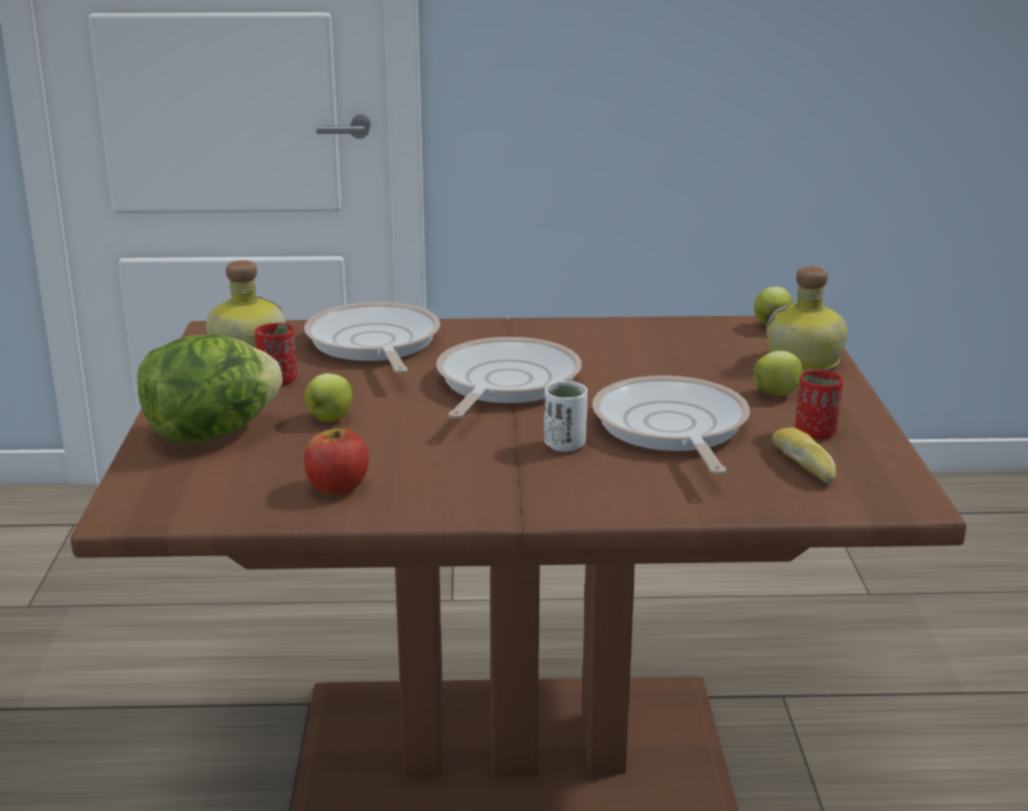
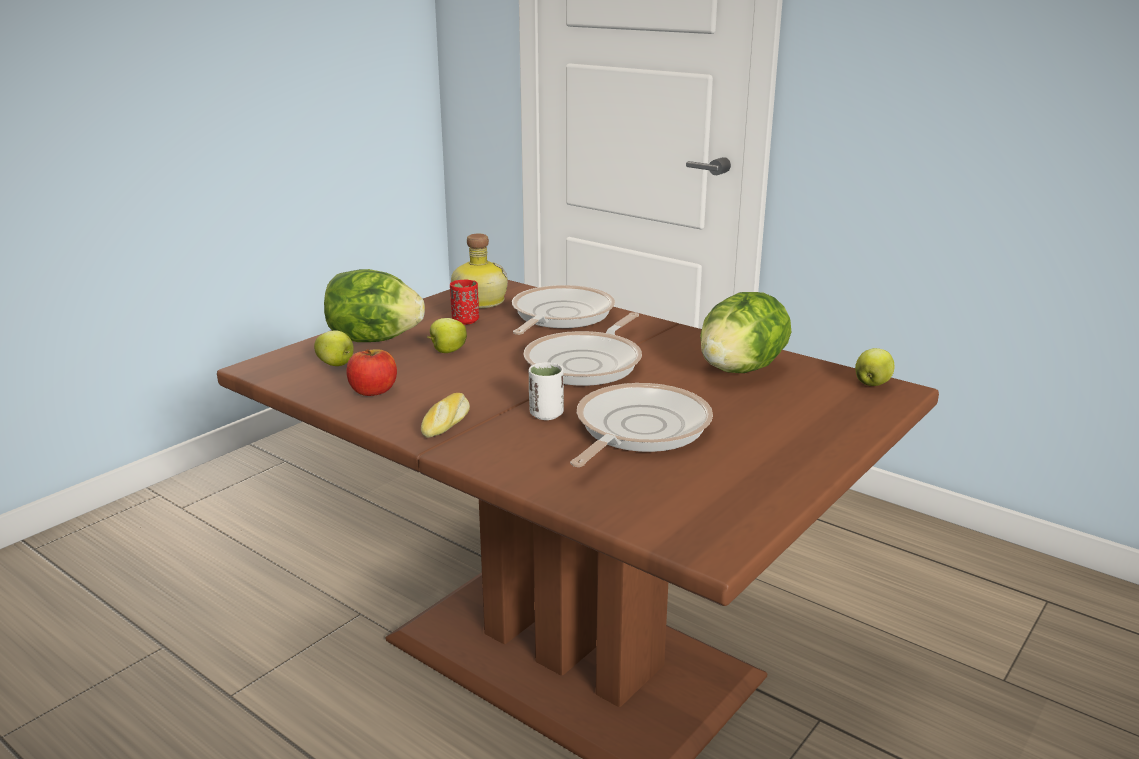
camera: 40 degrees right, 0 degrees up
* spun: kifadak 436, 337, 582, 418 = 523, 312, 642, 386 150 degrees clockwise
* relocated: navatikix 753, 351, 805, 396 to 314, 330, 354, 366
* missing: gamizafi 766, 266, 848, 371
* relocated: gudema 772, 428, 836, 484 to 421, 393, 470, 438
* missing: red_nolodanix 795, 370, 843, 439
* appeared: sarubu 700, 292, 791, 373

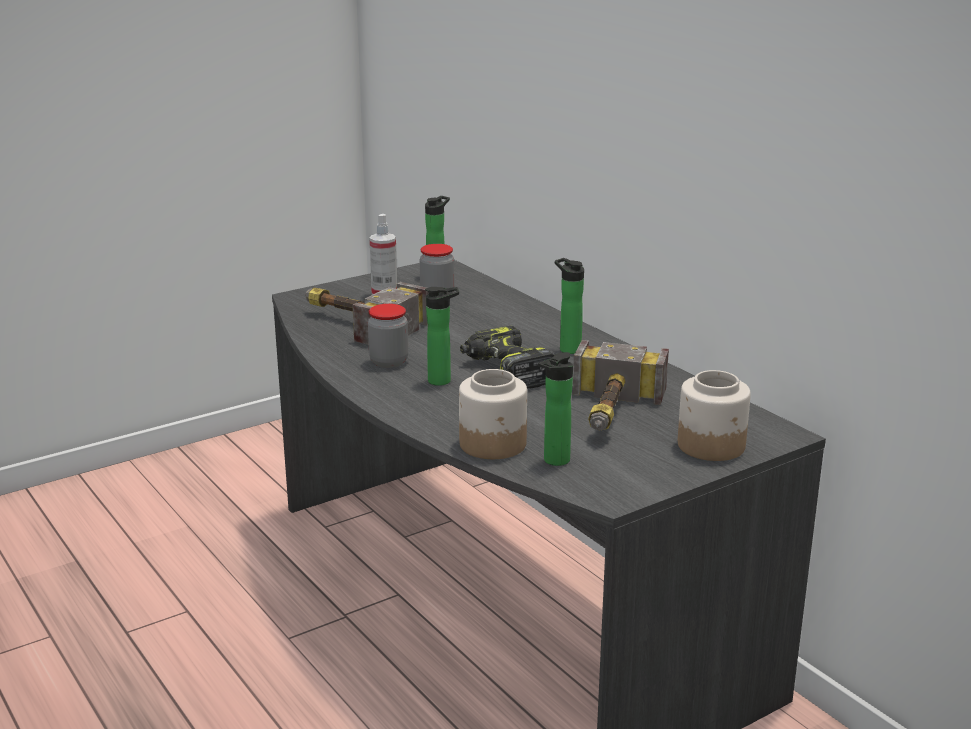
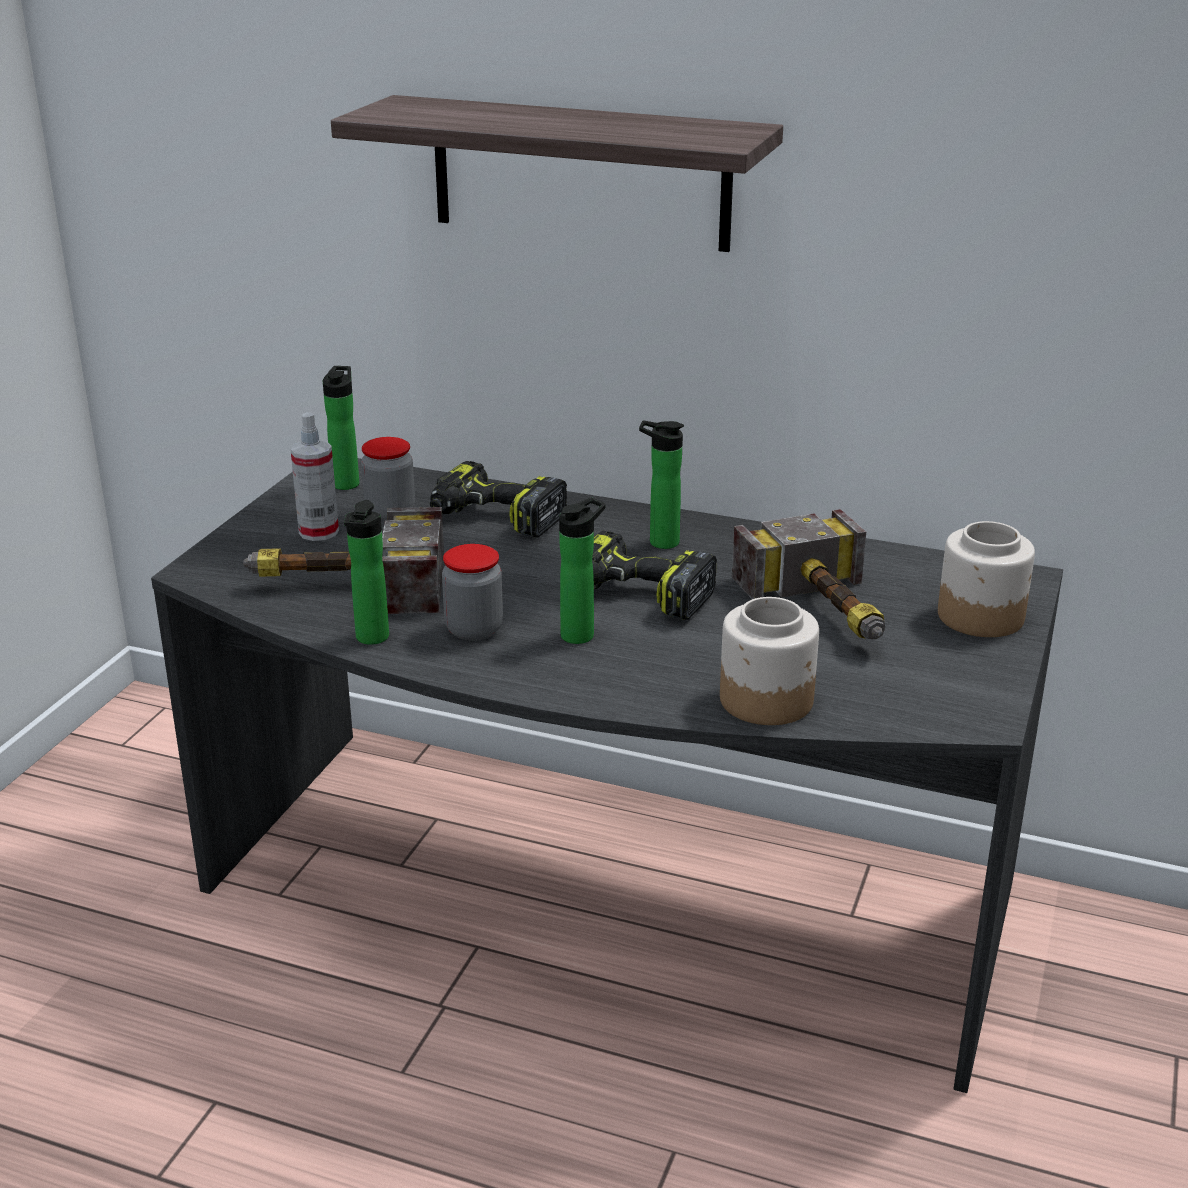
camera: 35 degrees left, 5 degrees up
* relocated: gamizafi 538, 352, 573, 466 to 344, 500, 389, 645
* appeared: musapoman 331, 95, 783, 252
* appeared: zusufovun 430, 461, 567, 538

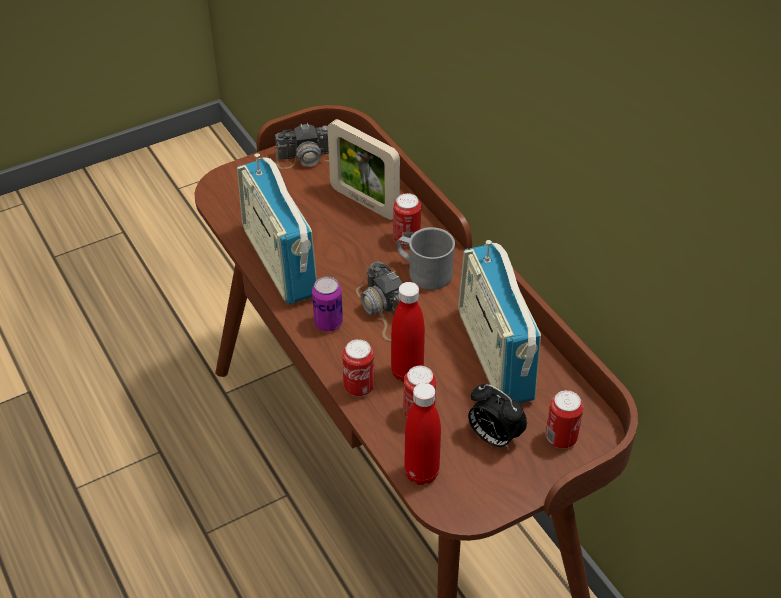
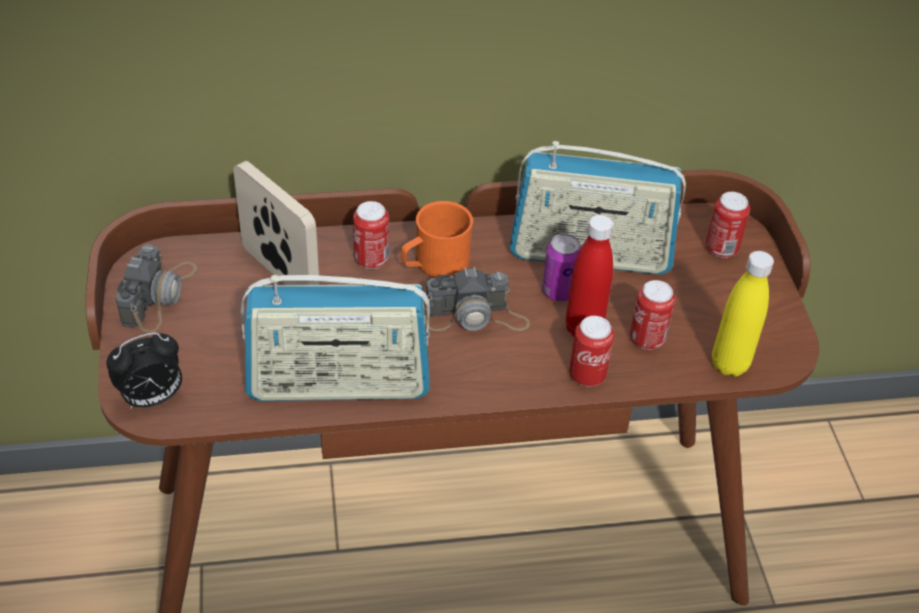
camera: 70 degrees left, 0 degrees up
* relocated: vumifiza 312, 276, 343, 332 to 542, 233, 581, 301
* spun: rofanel 327, 119, 400, 220 = 233, 161, 319, 285 105 degrees counterclockwise
* colour: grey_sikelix 397, 227, 455, 290 to orange_sikelix 401, 201, 473, 278
* colour: red_gamizafi 404, 383, 441, 485 to yellow_gamizafi 712, 251, 774, 377
* relocated: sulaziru 468, 384, 527, 450 to 106, 332, 182, 409

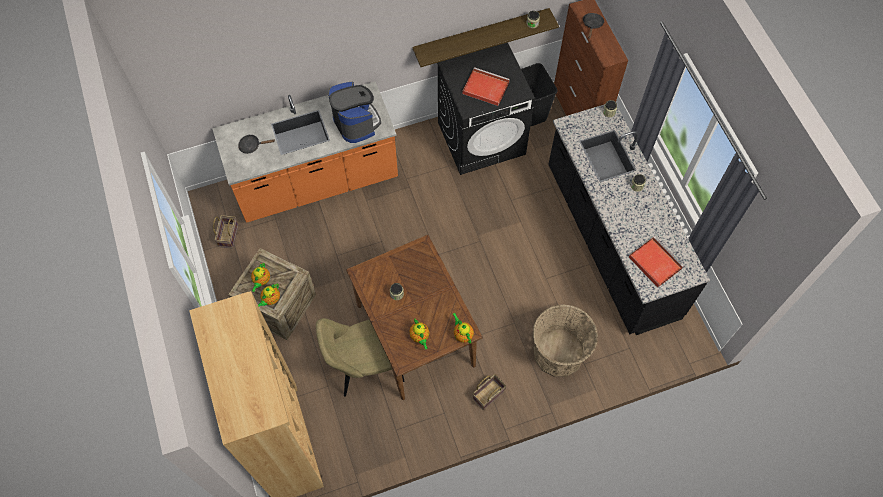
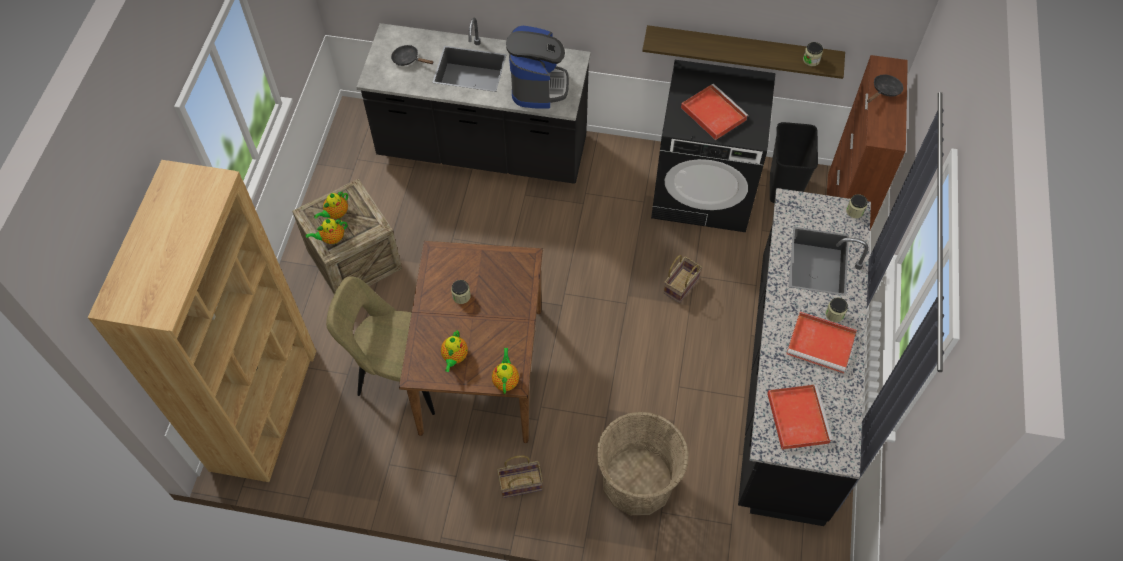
camera: 30 degrees right, 5 degrees down
* colour: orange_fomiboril 212, 81, 398, 223 to black_fomiboril 356, 18, 591, 184
* relocated: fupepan 213, 215, 239, 249 to 663, 255, 702, 303
* appeared: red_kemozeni 786, 312, 857, 373

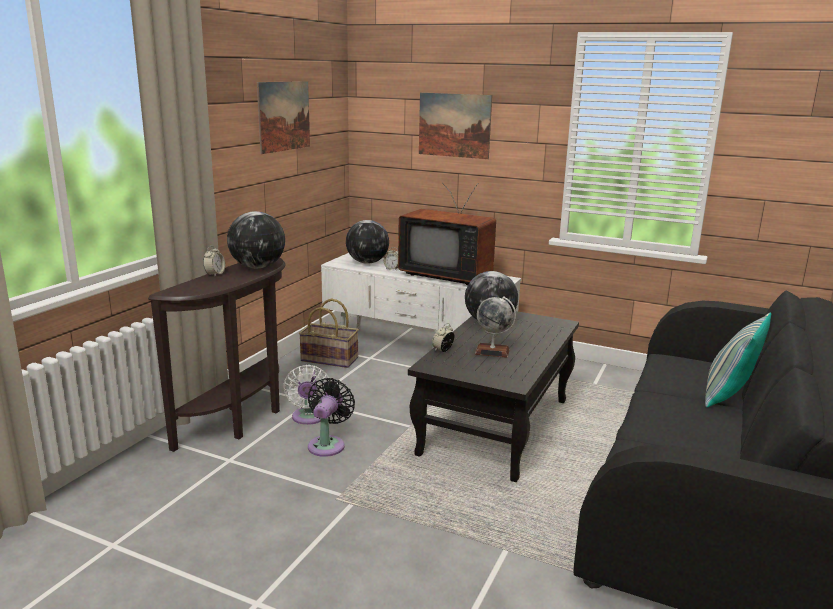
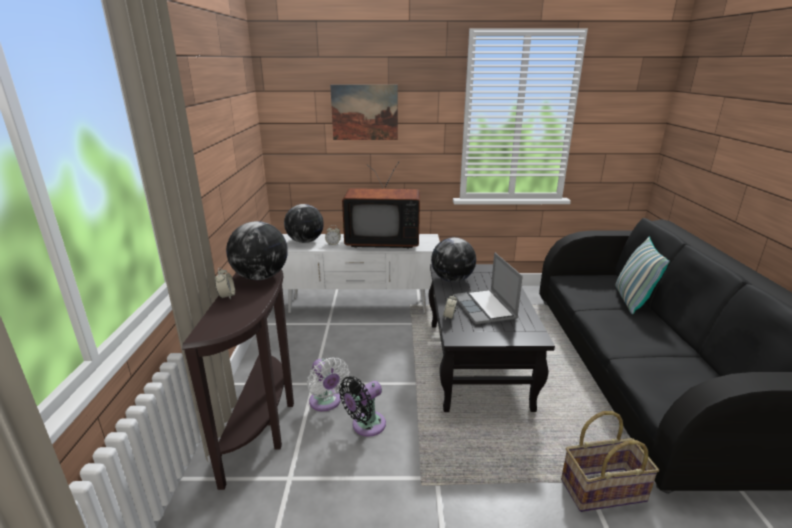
camera: 25 degrees left, 5 degrees up
* missing: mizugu 257, 81, 310, 154
* relocated: fupepan 299, 298, 359, 368 to 561, 411, 659, 512
* spun: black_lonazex 308, 378, 355, 457 = 339, 376, 386, 437 120 degrees counterclockwise
* exchanged: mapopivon 475, 296, 516, 358 to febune 454, 252, 523, 324

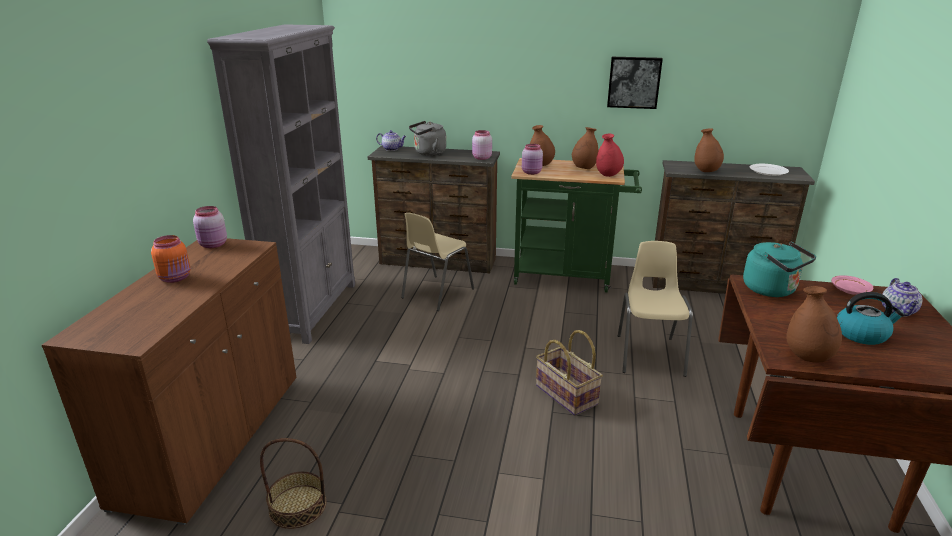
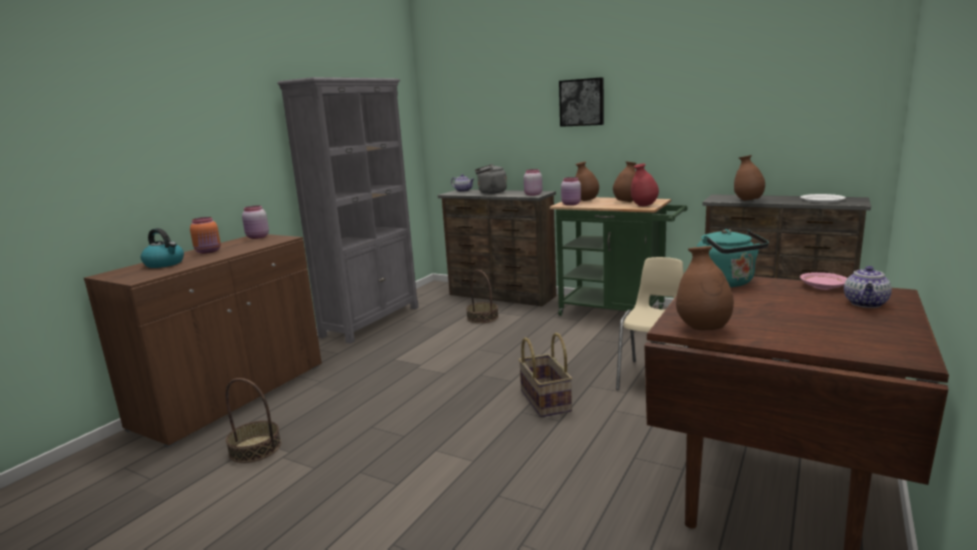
camera: 20 degrees right, 10 degrees down
* exchanged: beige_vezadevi 401, 212, 474, 311 to fupepan 466, 270, 499, 323
* relocated: mizugu 607, 57, 663, 109 to 559, 77, 604, 127
* relocated: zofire 837, 292, 905, 345 to 141, 228, 184, 268

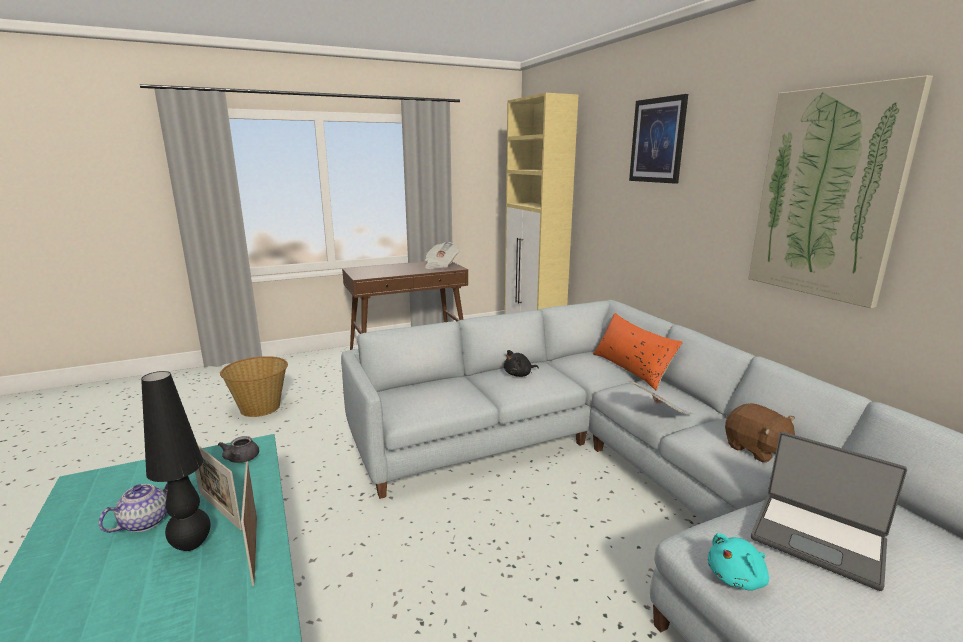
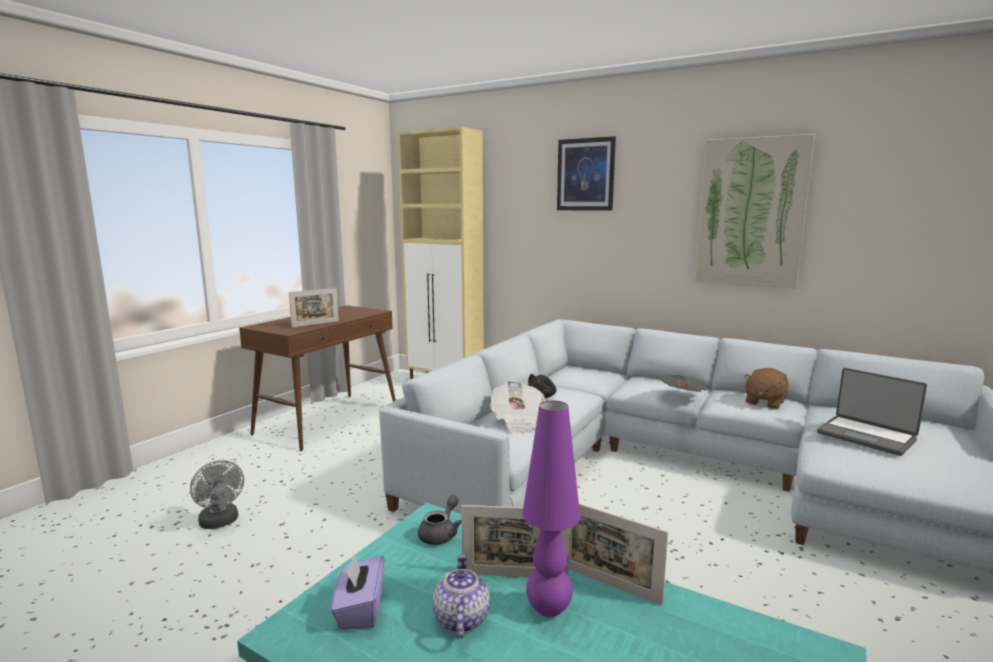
camera: 35 degrees left, 5 degrees down
* colour: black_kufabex 141, 371, 211, 551 to purple_kufabex 522, 401, 580, 617
* spun: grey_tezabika 218, 436, 259, 463 = 418, 495, 462, 545 120 degrees counterclockwise
* exchanged: fupepan 220, 356, 288, 417 to grey_lonazex 190, 460, 244, 529
* relocated: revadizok 425, 242, 460, 269 to 490, 380, 545, 434
* missing: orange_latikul 593, 313, 683, 391
* missing: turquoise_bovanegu 708, 533, 769, 591
* spun: brown_bovanegu 725, 403, 795, 463 = 744, 368, 789, 409 105 degrees clockwise
* spun: febune 751, 432, 907, 591 = 817, 368, 927, 456 45 degrees clockwise
* appeared: rofanel 289, 288, 339, 327
* appeared: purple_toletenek 331, 554, 385, 630

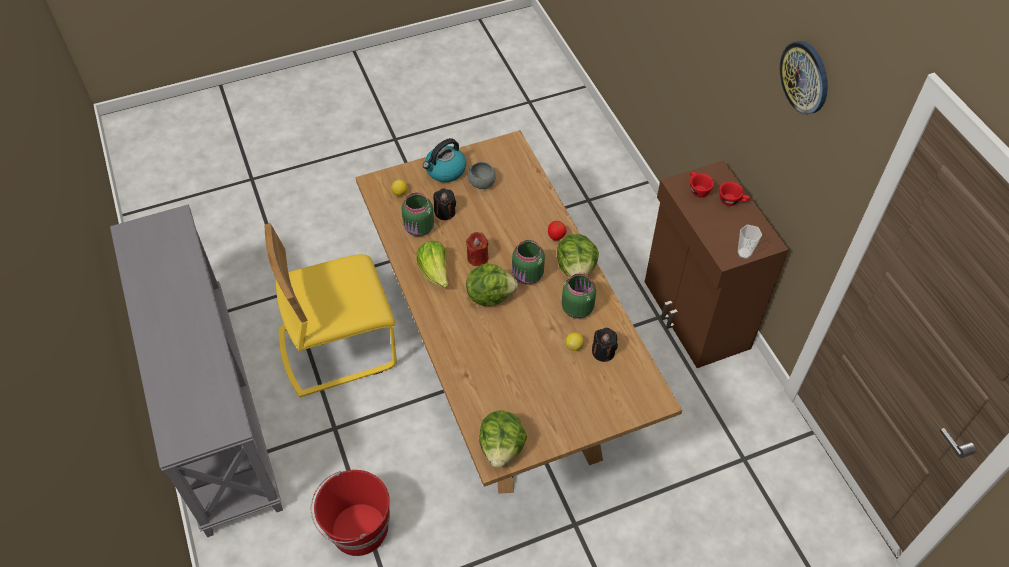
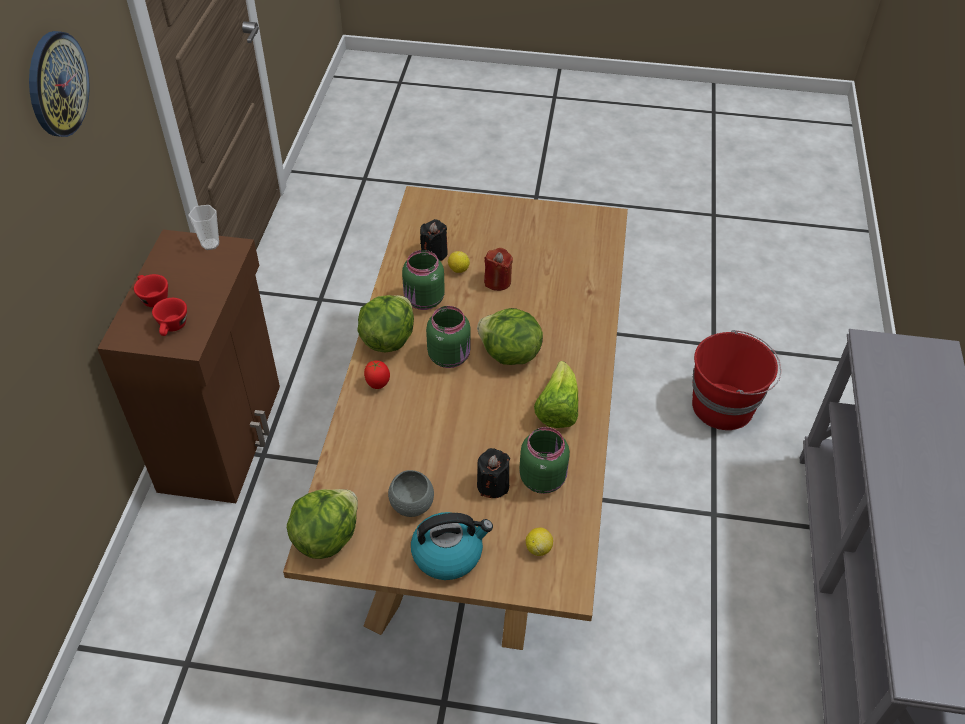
camera: 150 degrees left, 5 degrees down
* missing: yellow_vezadevi 264, 223, 397, 398
* relocated: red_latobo 466, 232, 488, 266 to 484, 248, 513, 291
* relocated: sarubu 479, 411, 527, 468 to 287, 489, 358, 559

